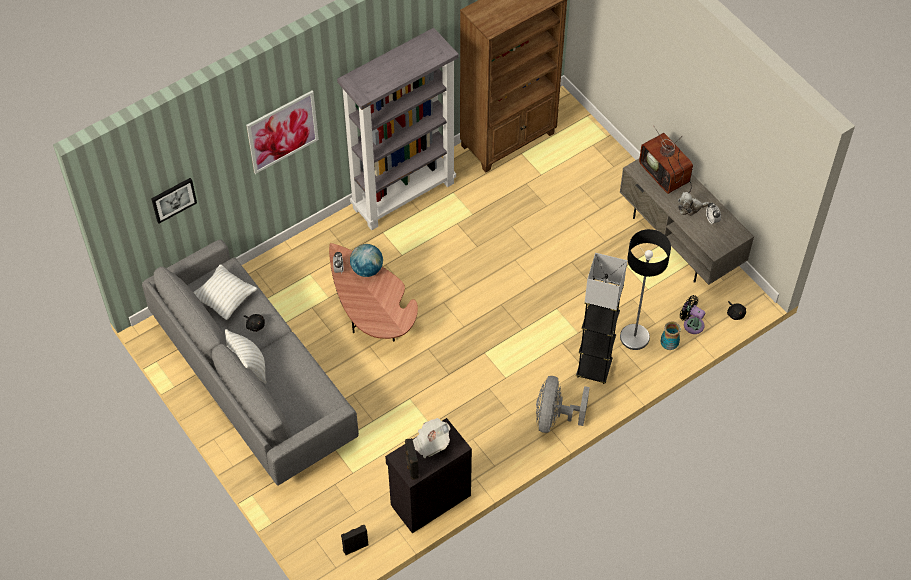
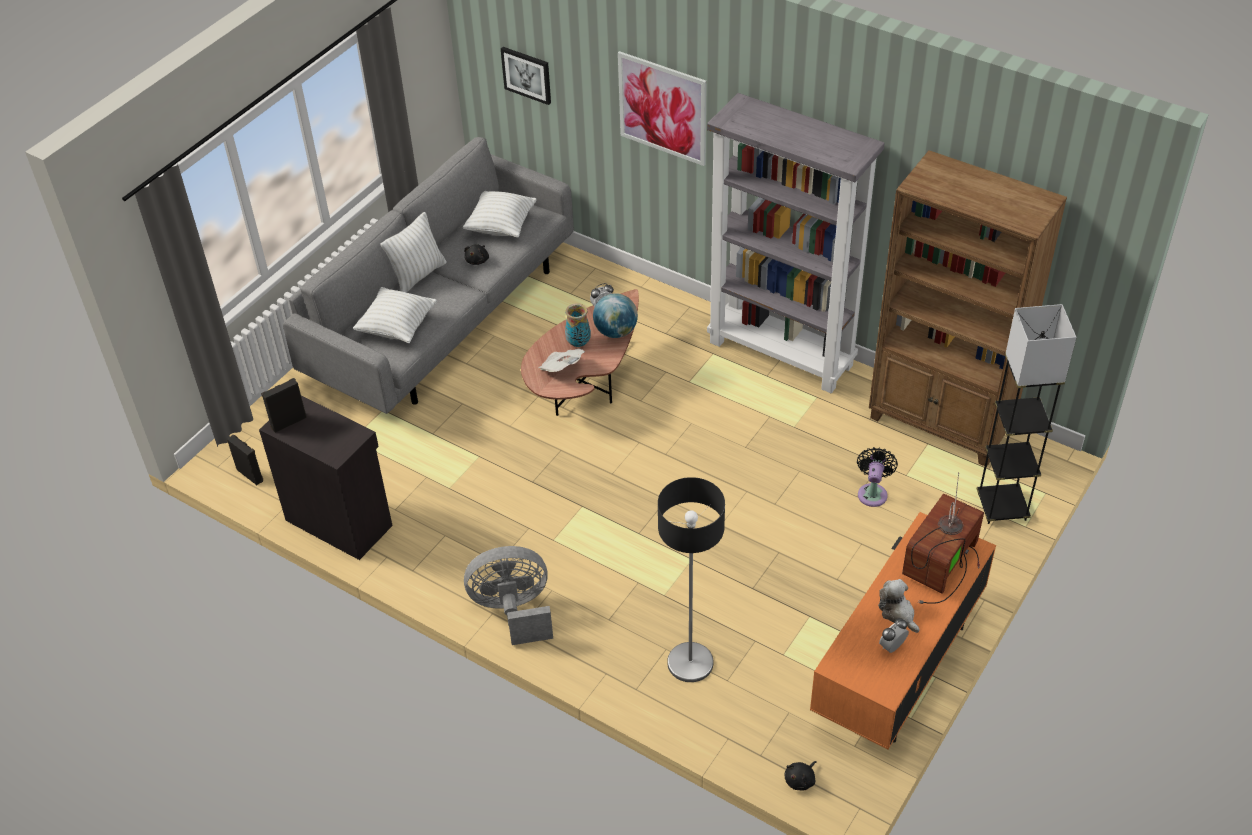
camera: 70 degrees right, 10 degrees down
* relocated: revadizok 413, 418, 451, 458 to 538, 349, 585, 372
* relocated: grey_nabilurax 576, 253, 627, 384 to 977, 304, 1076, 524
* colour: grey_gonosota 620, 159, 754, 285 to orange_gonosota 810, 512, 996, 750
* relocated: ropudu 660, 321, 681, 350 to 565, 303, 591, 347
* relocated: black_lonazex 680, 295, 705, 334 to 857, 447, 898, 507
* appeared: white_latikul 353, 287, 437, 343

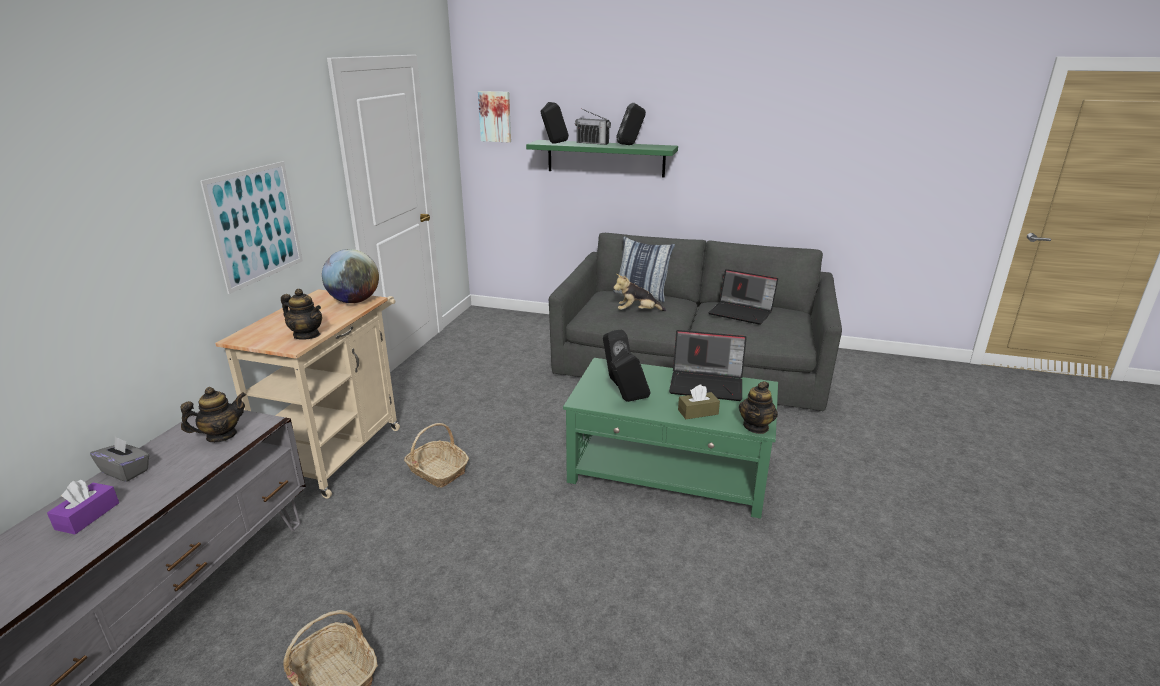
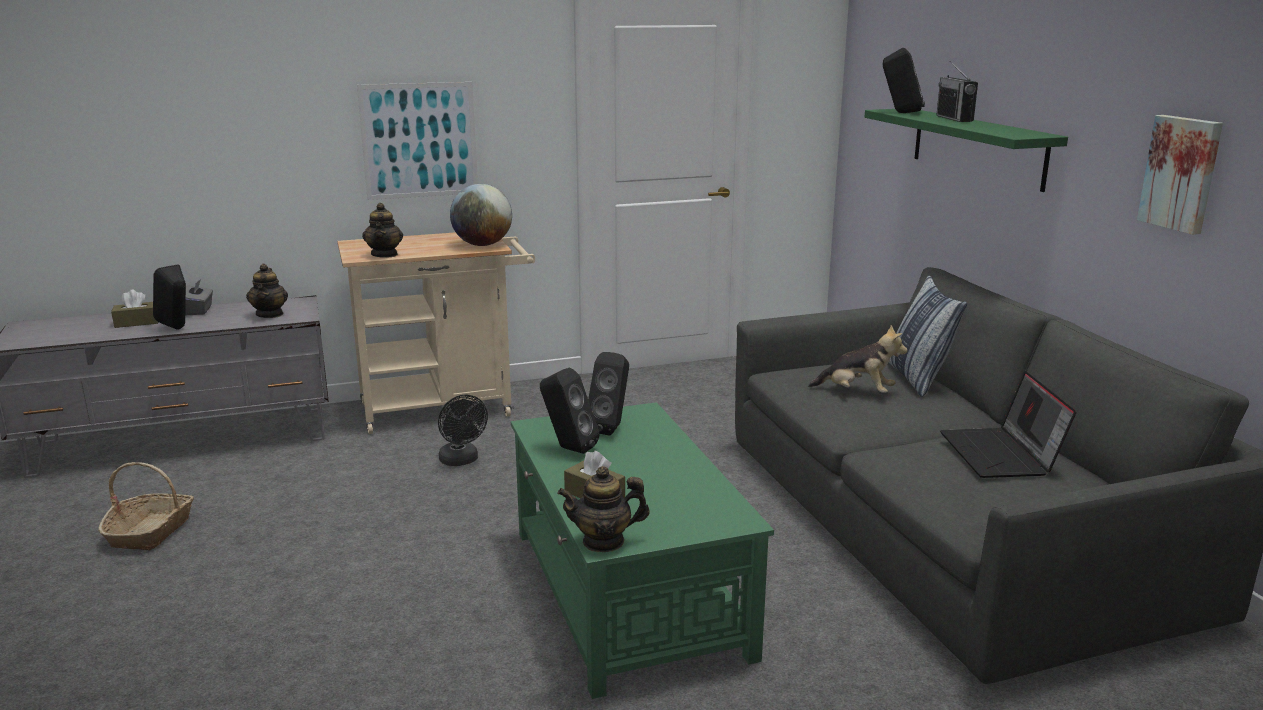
camera: 55 degrees right, 5 degrees down
* colour: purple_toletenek 47, 480, 119, 534 to brown_toletenek 111, 290, 158, 328
* spun: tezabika 180, 387, 246, 442 = 246, 264, 288, 318 60 degrees clockwise
* exchanged: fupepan 404, 423, 469, 488 to black_lonazex 438, 394, 488, 466
* relocated: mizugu 478, 91, 511, 142 to 1137, 115, 1223, 235
* spun: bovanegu 613, 274, 666, 311 = 808, 325, 908, 393 150 degrees clockwise
* relocated: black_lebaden 616, 103, 646, 145 to 153, 264, 186, 329
* missing: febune 669, 330, 747, 401

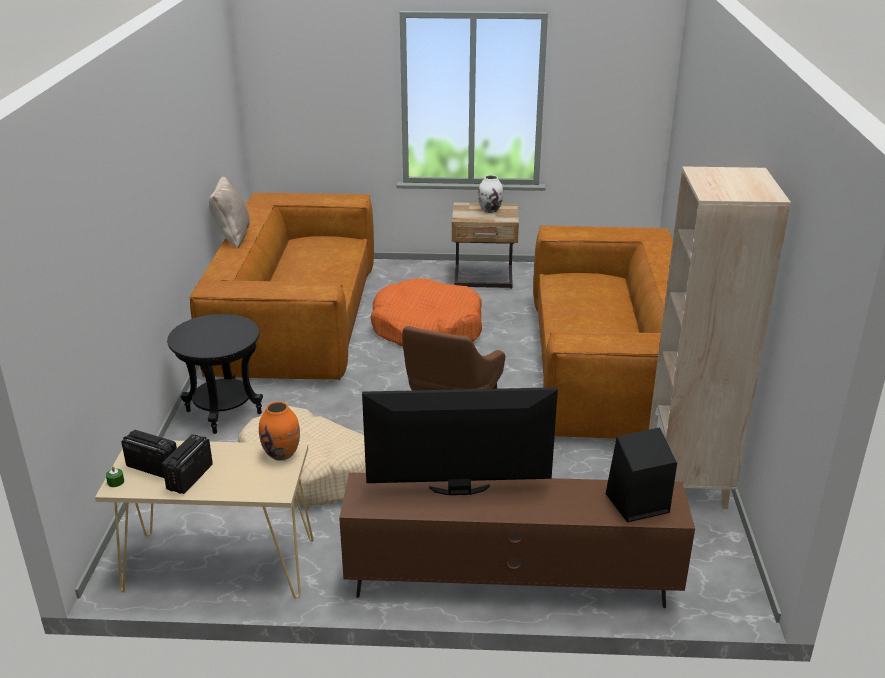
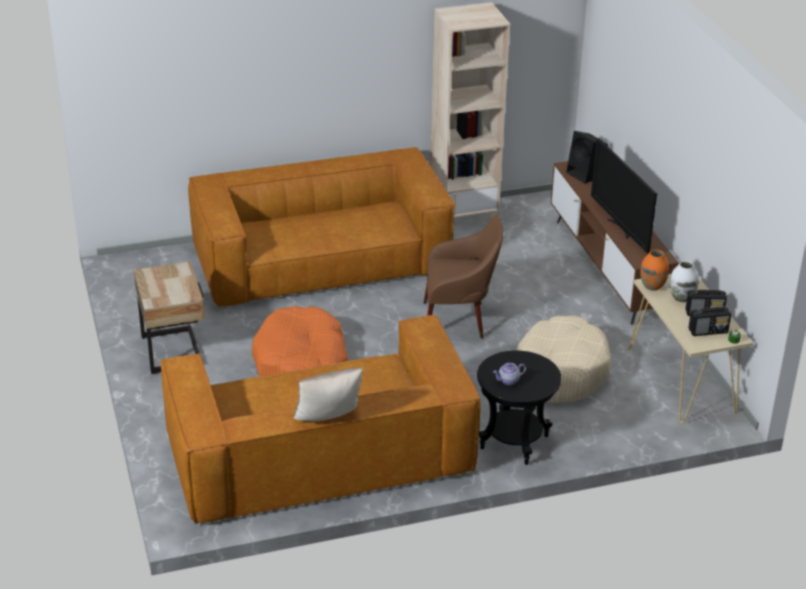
camera: 110 degrees left, 5 degrees up
* spun: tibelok 121, 430, 177, 478 = 689, 307, 731, 336 105 degrees counterclockwise
* relocated: white_ropudu 478, 175, 503, 213 to 670, 261, 699, 302
* appeared: tezabika 493, 363, 526, 385

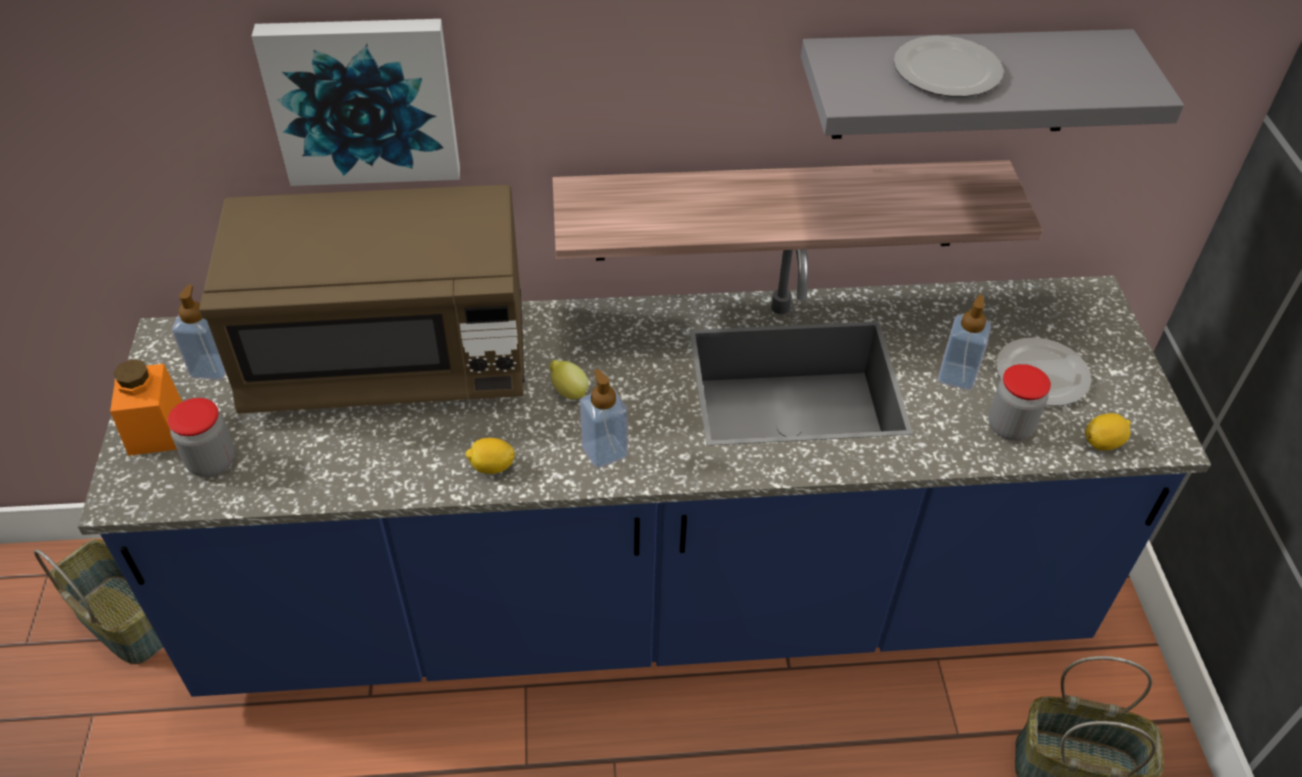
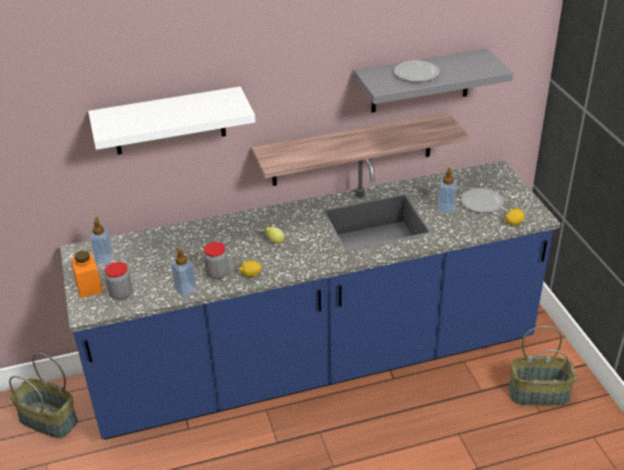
camera: 10 degrees left, 10 degrees down
* missing: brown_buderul 199, 185, 524, 414
* exchanged: mizugu 252, 19, 460, 186 to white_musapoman 88, 86, 255, 155
* relocated: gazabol 580, 369, 628, 468 to 171, 247, 197, 297
* relocated: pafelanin 988, 364, 1051, 441 to 204, 242, 228, 279

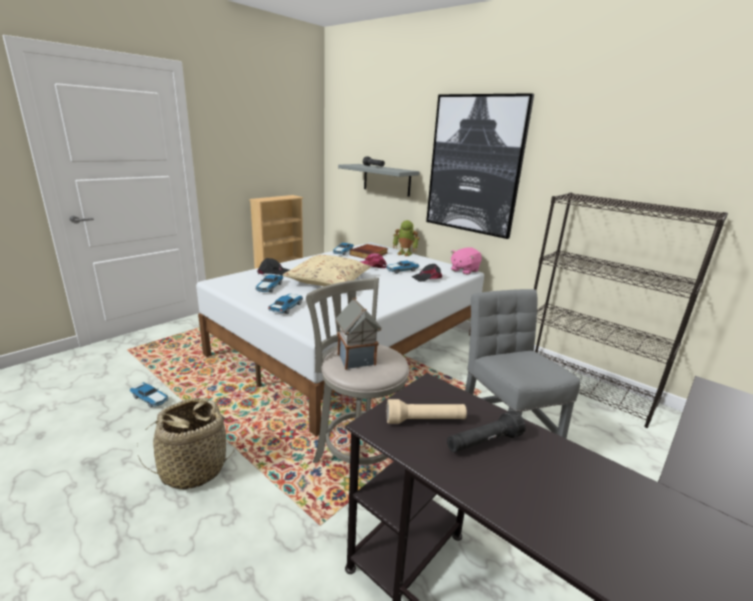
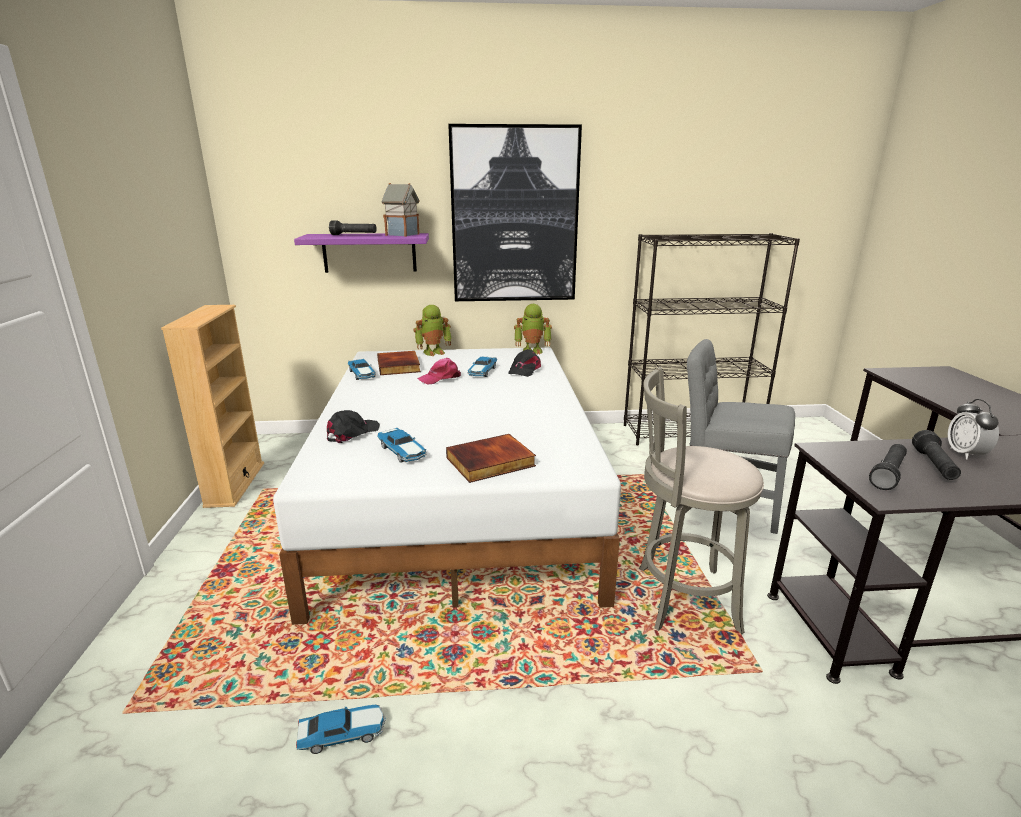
camera: 45 degrees left, 0 degrees up
* missing: fupepan 137, 398, 235, 490
* exchanged: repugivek 268, 294, 303, 314 to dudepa 446, 434, 536, 483
* missing: beige_latikul 283, 255, 371, 286
* relocated: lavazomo 336, 297, 382, 370 to 382, 183, 420, 237
* colour: grey_musapoman 338, 164, 419, 197 to purple_musapoman 294, 233, 429, 273
* colour: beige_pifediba 387, 399, 467, 424 to black_pifediba 869, 444, 907, 490
* exchanged: pink_bovanegu 451, 247, 482, 275 to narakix 514, 304, 552, 355
* appeared: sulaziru 948, 399, 999, 460

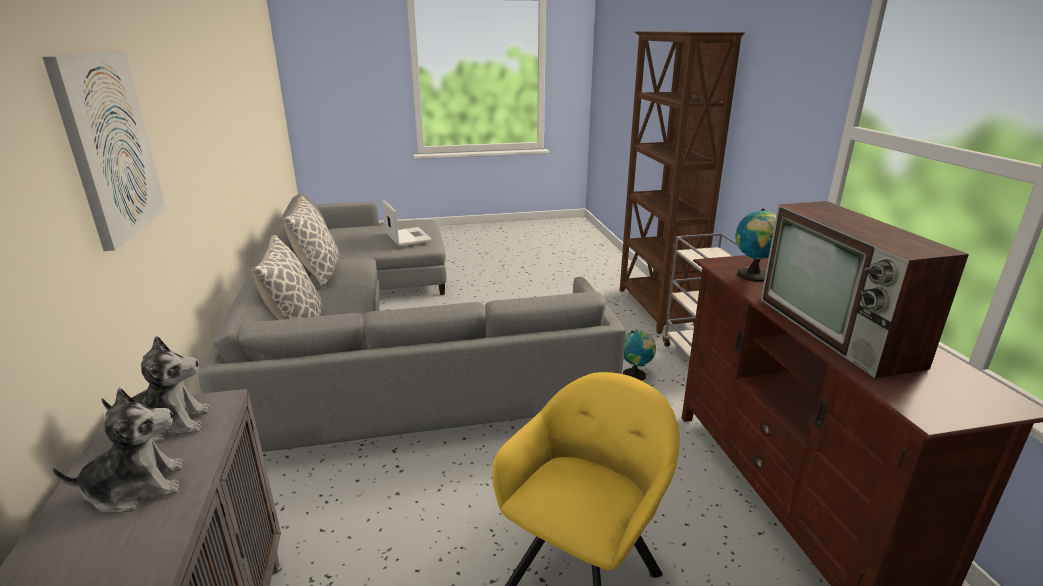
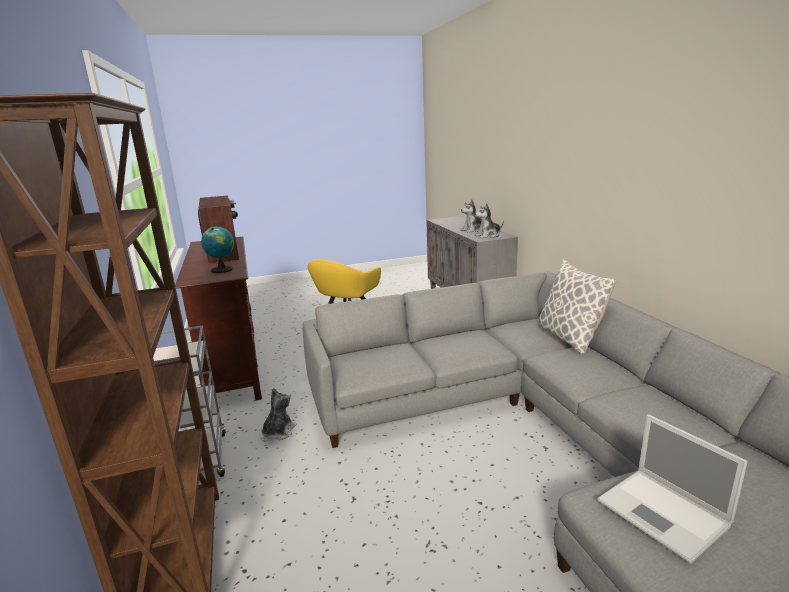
camera: 175 degrees right, 5 degrees down
* missing: mizugu 42, 51, 166, 251
* missing: latikul 283, 196, 339, 287
* exchanged: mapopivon 623, 330, 656, 381 to bovanegu 261, 388, 297, 440

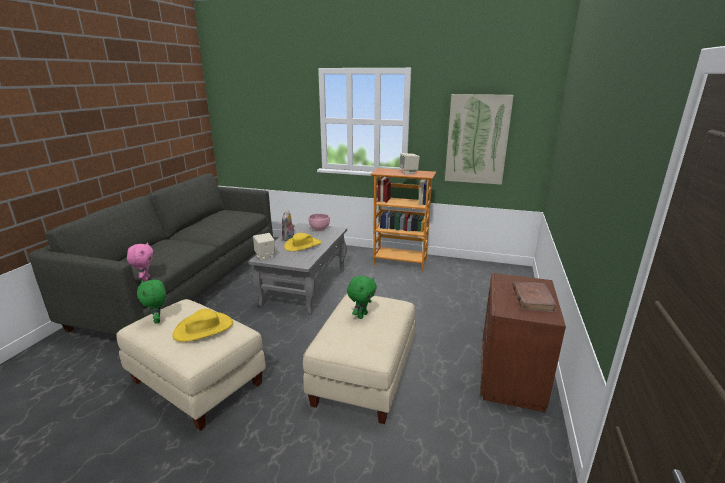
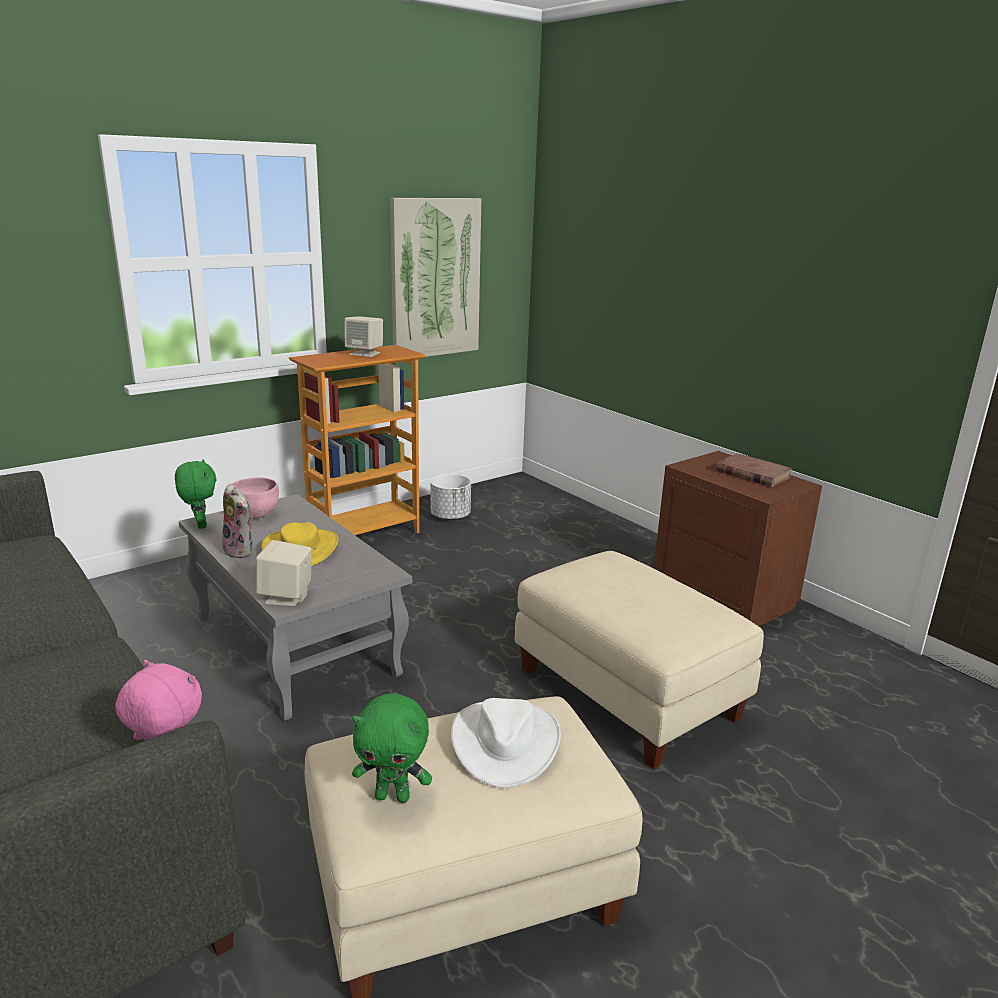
camera: 55 degrees left, 0 degrees up
* colour: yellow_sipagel 172, 309, 233, 342 to white_sipagel 451, 698, 561, 788
* relocated: green_bovanegu 347, 276, 377, 319 to 175, 459, 216, 529
* appeared: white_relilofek 430, 474, 471, 520

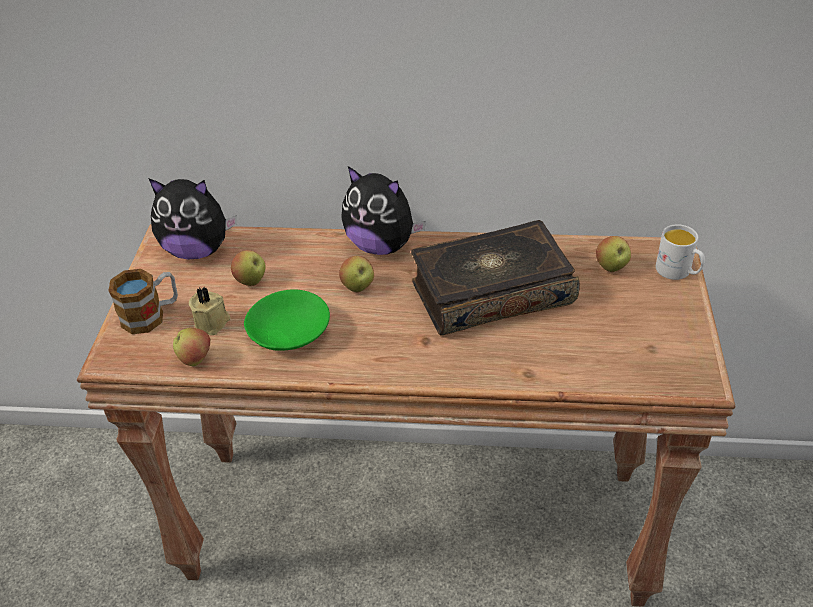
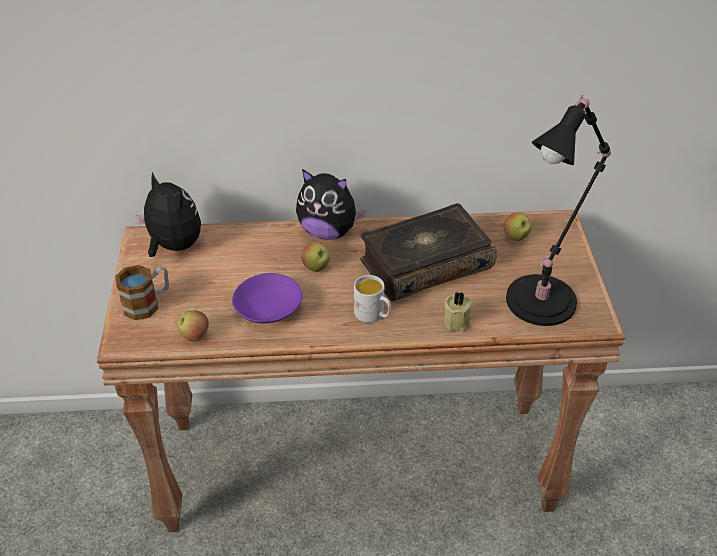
camera: 10 degrees left, 0 degrees up
* spun: bovanegu 149, 178, 237, 259 = 136, 172, 201, 257 135 degrees counterclockwise
* relocated: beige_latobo 189, 287, 231, 335 to 444, 292, 472, 332
* missing: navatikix 231, 250, 266, 286
* colour: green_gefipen 244, 289, 330, 351 to purple_gefipen 232, 273, 302, 324
* relocated: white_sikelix 656, 224, 705, 280 to 354, 275, 391, 323
* appeared: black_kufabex 506, 95, 611, 326

